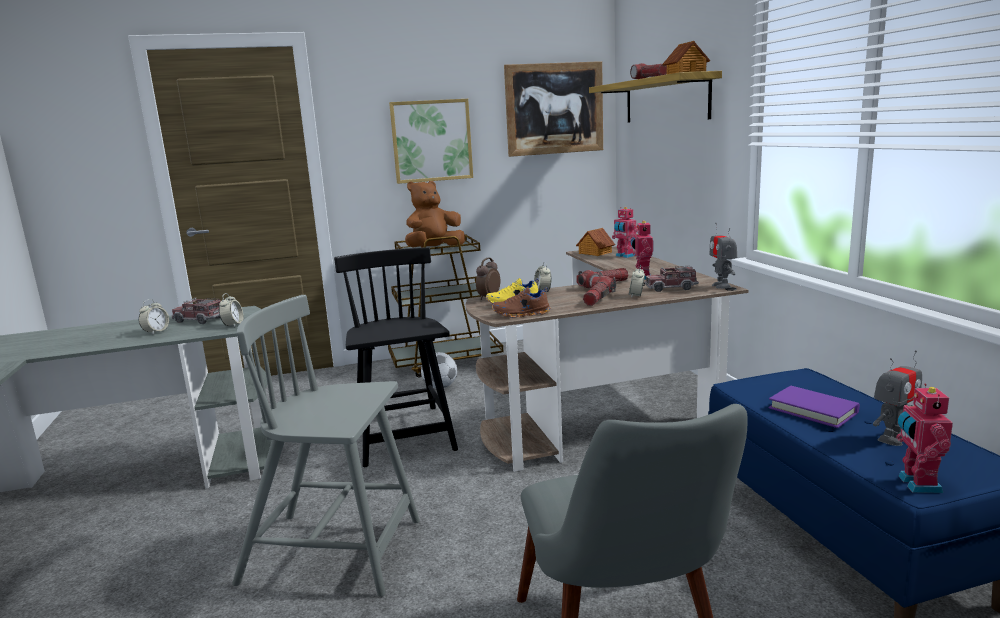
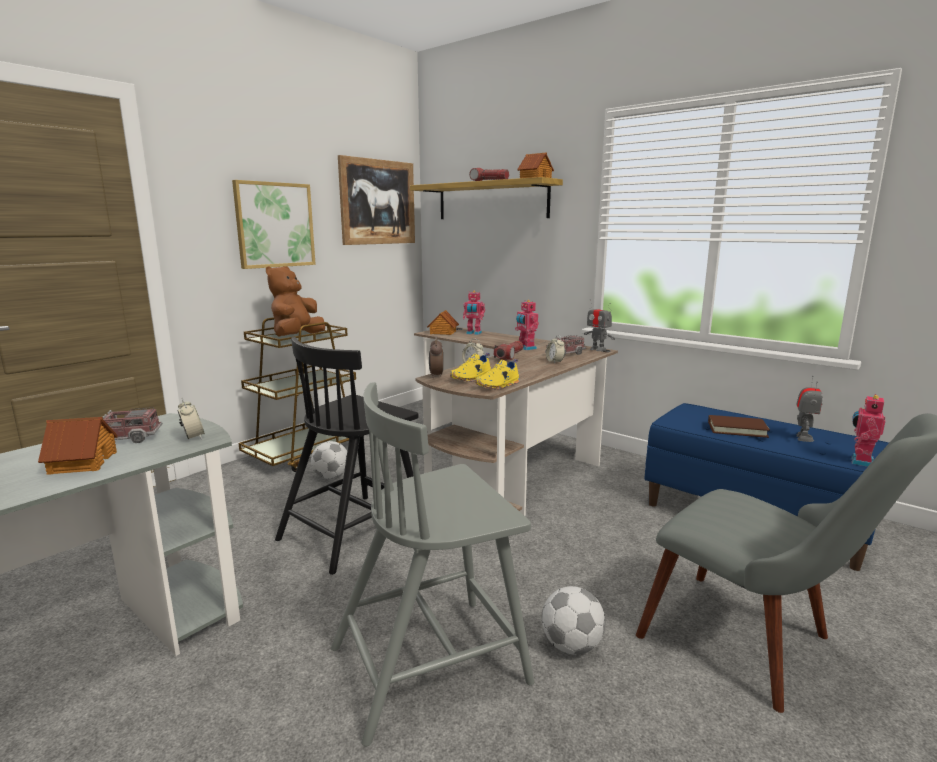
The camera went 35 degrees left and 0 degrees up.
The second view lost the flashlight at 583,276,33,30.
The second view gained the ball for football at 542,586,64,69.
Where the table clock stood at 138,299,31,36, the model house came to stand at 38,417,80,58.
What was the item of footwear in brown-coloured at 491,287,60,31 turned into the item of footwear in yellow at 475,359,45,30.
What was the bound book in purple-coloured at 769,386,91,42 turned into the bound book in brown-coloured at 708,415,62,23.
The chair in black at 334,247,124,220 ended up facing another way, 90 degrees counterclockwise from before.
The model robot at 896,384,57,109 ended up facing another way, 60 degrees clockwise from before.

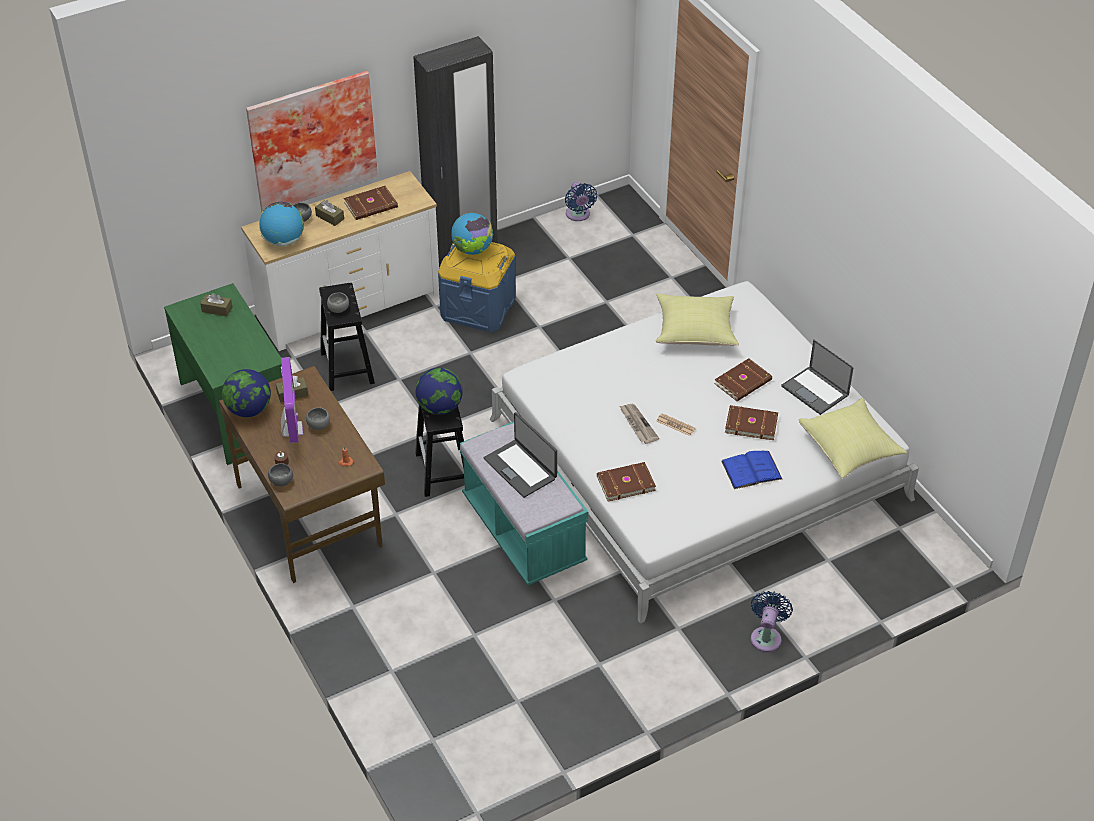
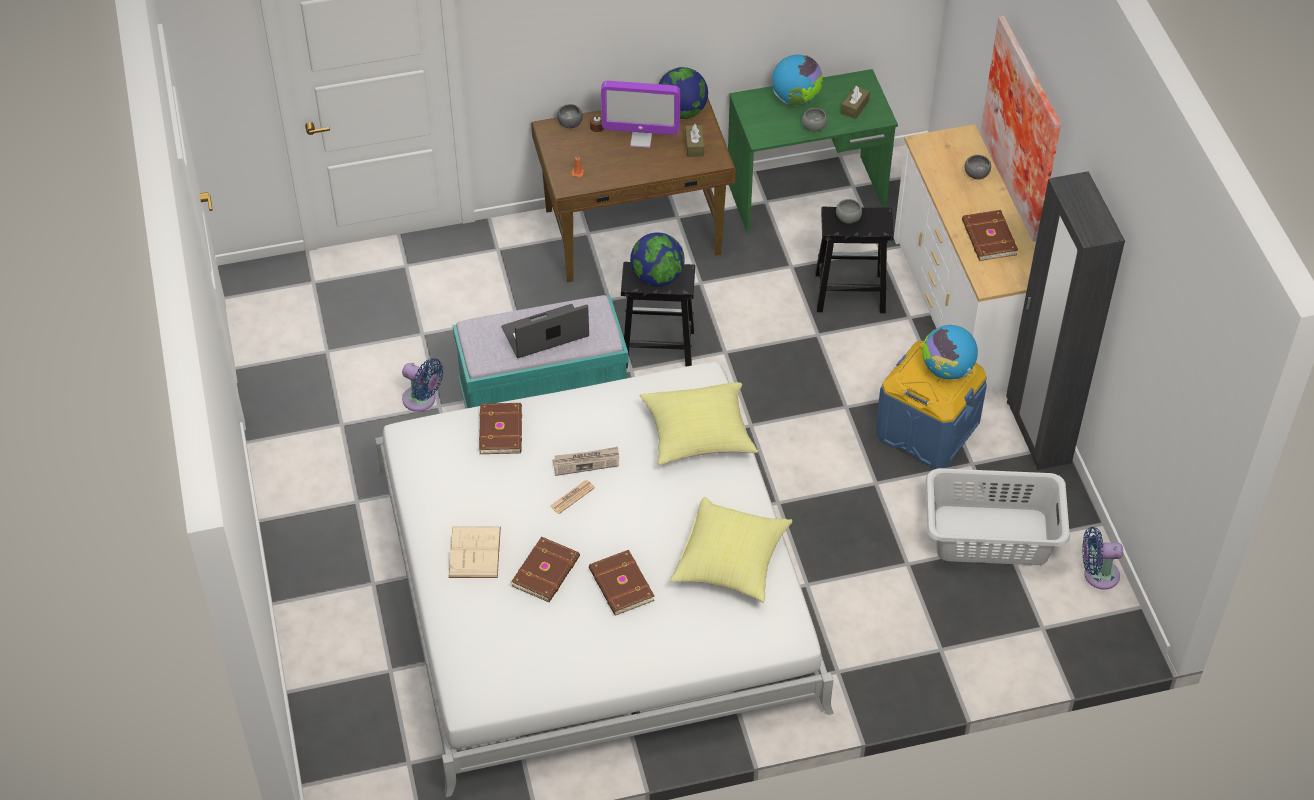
The camera went 105 degrees right and 5 degrees up.
The second view lost the box of tissues in brown-coloured at 315,200,29,26.
The second view lost the notebook computer at 781,340,73,75.
The second view gained the hamper in grey at 926,468,144,97.
The world globe ended up elsewhere, having gone from 259,202,45,44 to 772,55,51,50.
The bowl in grey ended up elsewhere, having gone from 306,407,24,23 to 802,108,25,24.
The cooling fan in blue ended up elsewhere, having gone from 751,591,42,61 to 402,358,42,54.
The throw pillow in yellow ended up elsewhere, having gone from 799,398,108,81 to 640,382,118,83.
What was the bound book in blue at 721,451,61,38 turned into the bound book in sand-coloured at 448,527,53,51.

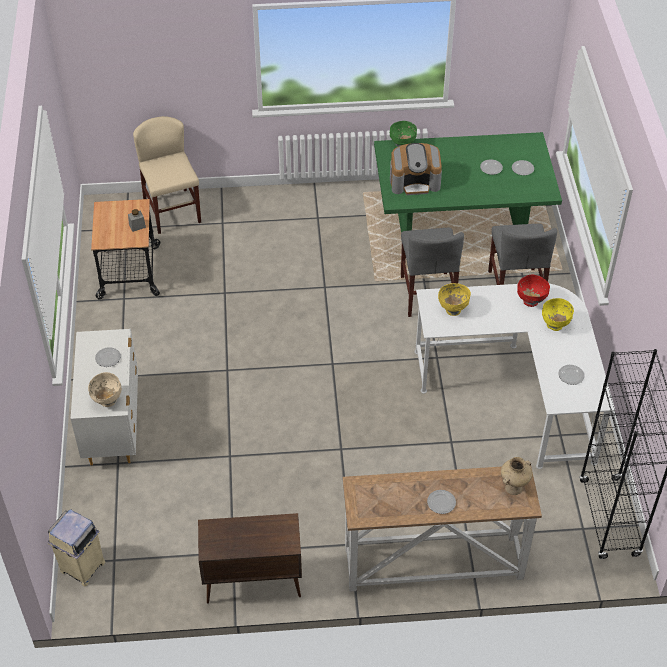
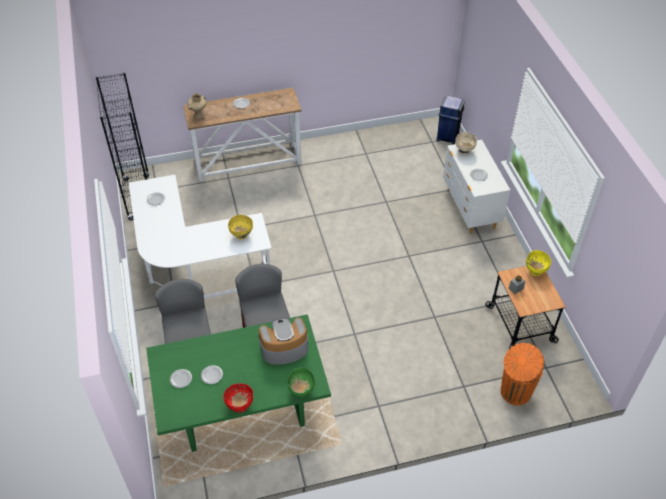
The camera went 170 degrees right and 0 degrees up.
The second view lost the cupboard in brown-coloured at 198,513,104,91.
The bowl in reddish ended up elsewhere, having gone from 517,274,33,33 to 223,383,30,30.
The bowl in yellow ended up elsewhere, having gone from 542,298,32,33 to 526,250,25,26.
Where the chair in sand-coloured stood at 133,116,68,118, the rubbish bin in orangey came to stand at 501,343,43,62.
What was the rubbish bin in sand-coloured at 48,509,57,77 turned into the rubbish bin in blue at 436,96,29,49.

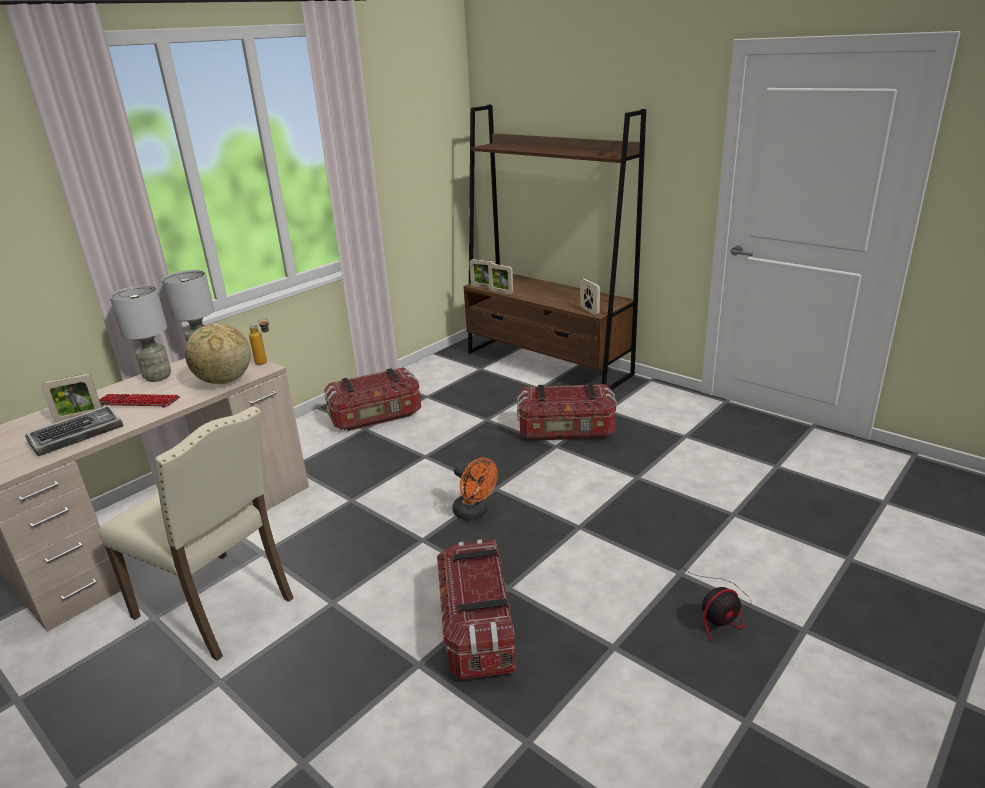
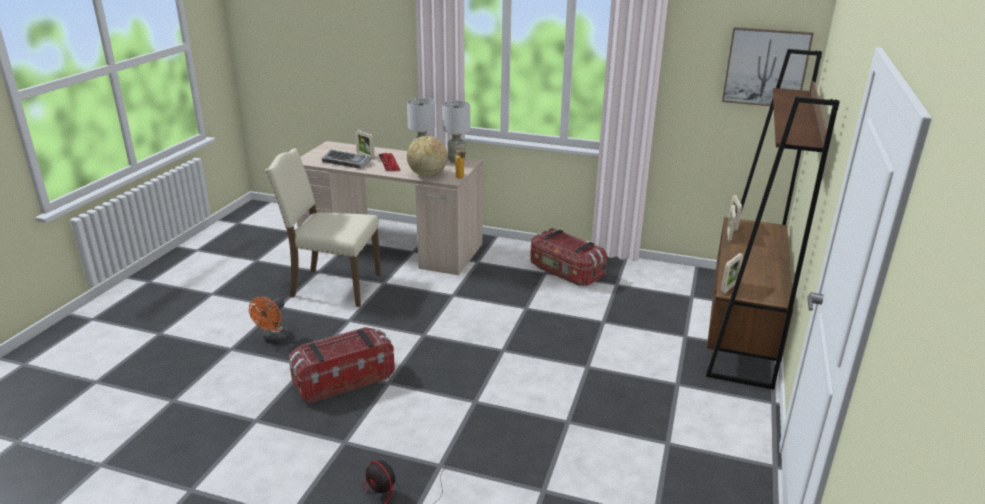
The camera went 65 degrees right and 0 degrees up.
The second view lost the storage container at 517,383,100,58.
The second view gained the picture at 722,27,92,79.
The cooling fan in orangey ended up elsewhere, having gone from 452,457,46,63 to 249,297,43,47.
The chair in sand-coloured at 98,406,195,255 ended up facing another way, 90 degrees clockwise from before.

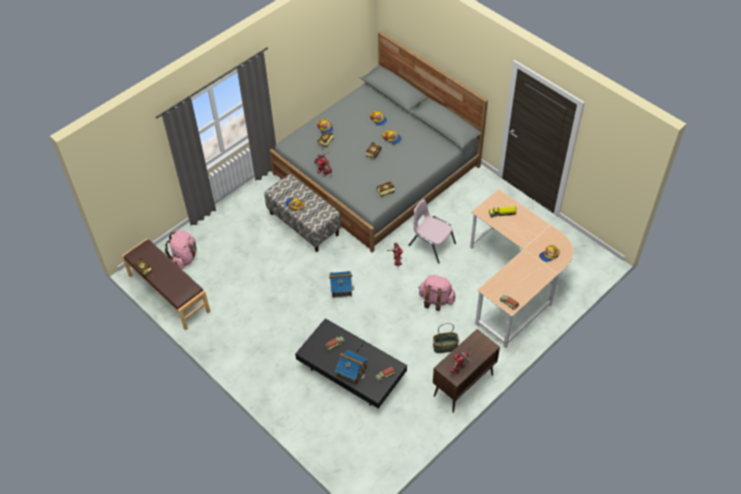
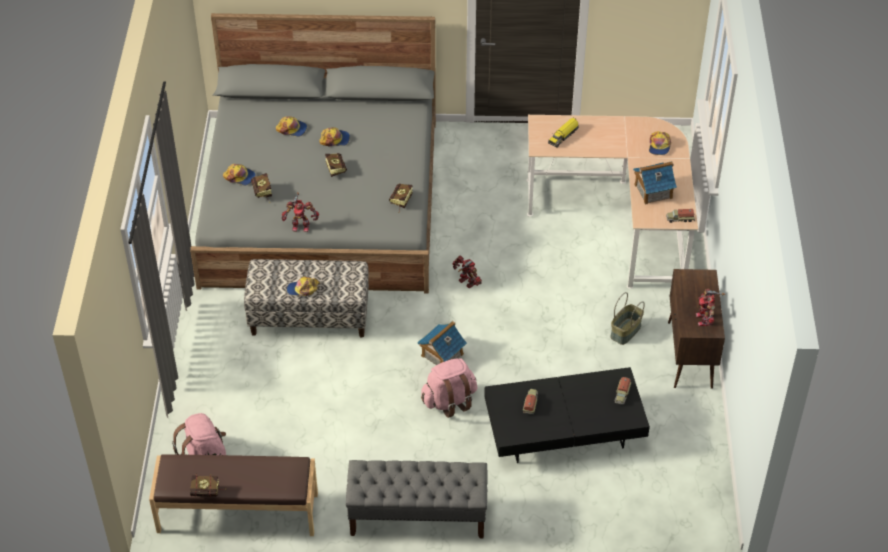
The camera went 45 degrees left and 5 degrees down.
The second view lost the chair in pink-coloured at 409,199,47,65.
The second view gained the long seat in grey at 346,460,141,79.
The model house ended up elsewhere, having gone from 335,350,33,35 to 633,161,44,44.
The rucksack in pink-coloured ended up elsewhere, having gone from 419,275,36,36 to 421,358,57,60.

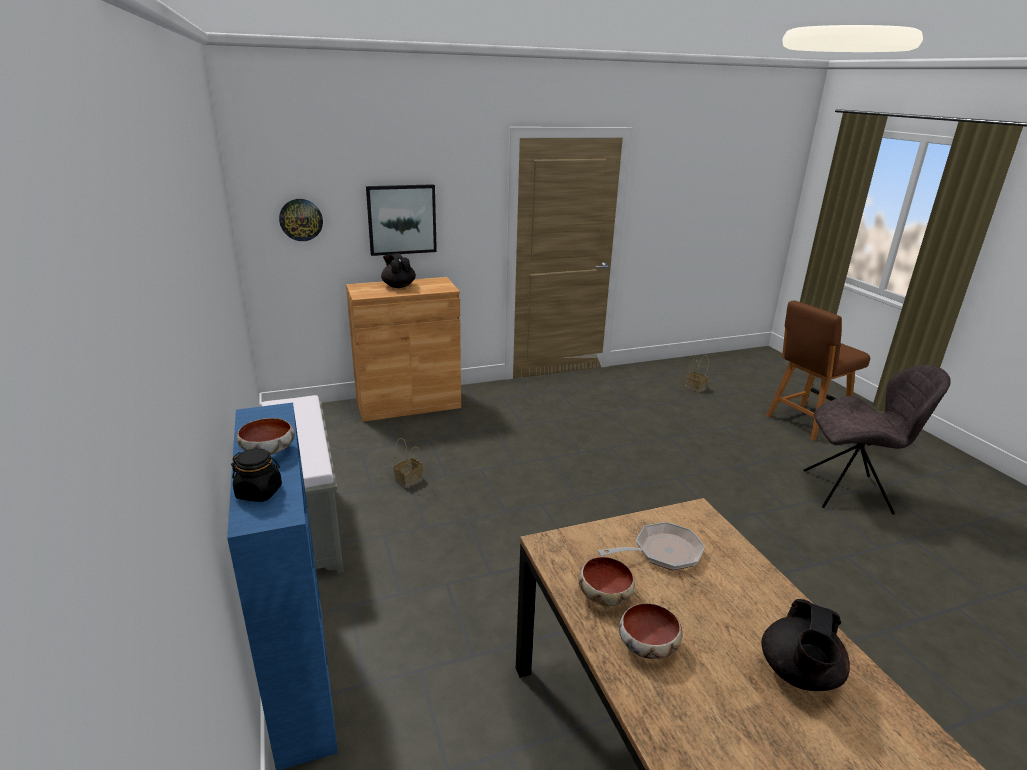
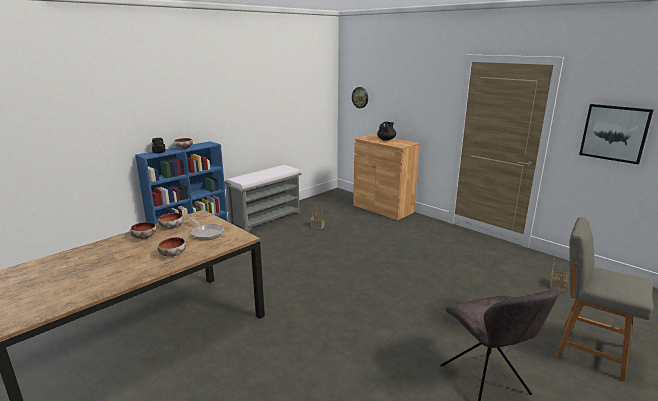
The camera went 65 degrees right and 5 degrees down.
The second view lost the teapot in black at 761,599,89,92.
The second view gained the bowl at 158,237,28,20.
The picture ended up elsewhere, having gone from 366,184,71,72 to 579,104,75,60.
What was the chair in brown-coloured at 766,300,104,141 turned into the chair in grey at 555,217,99,165.

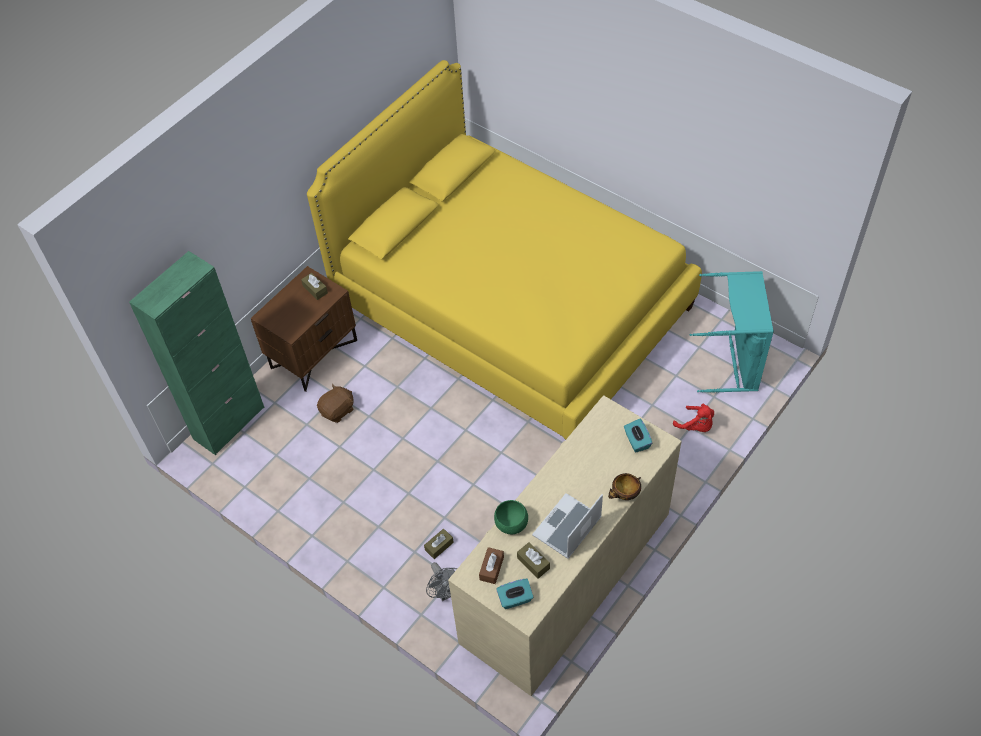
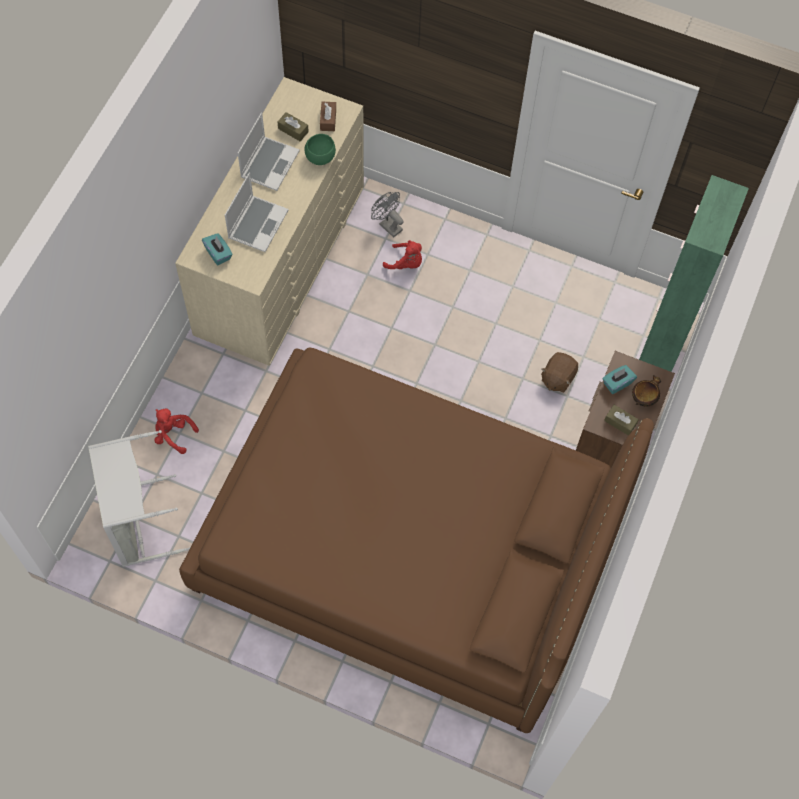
The camera went 160 degrees right and 10 degrees up.
The second view gained the notebook computer at 225,173,64,79.
The box of tissues in turquoise ended up elsewhere, having gone from 496,579,37,30 to 602,365,35,29.
The bowl ended up elsewhere, having gone from 608,473,33,27 to 632,375,29,32.
Where the box of tissues in brown-coloured stood at 424,529,30,30, the plush toy in reddish came to stand at 383,240,39,29.
What was the sleeping bed in yellow at 307,60,395,380 turned into the sleeping bed in brown-coloured at 179,347,475,386.
What was the hamper in turquoise at 689,271,85,122 turned into the hamper in grey at 88,430,103,137.

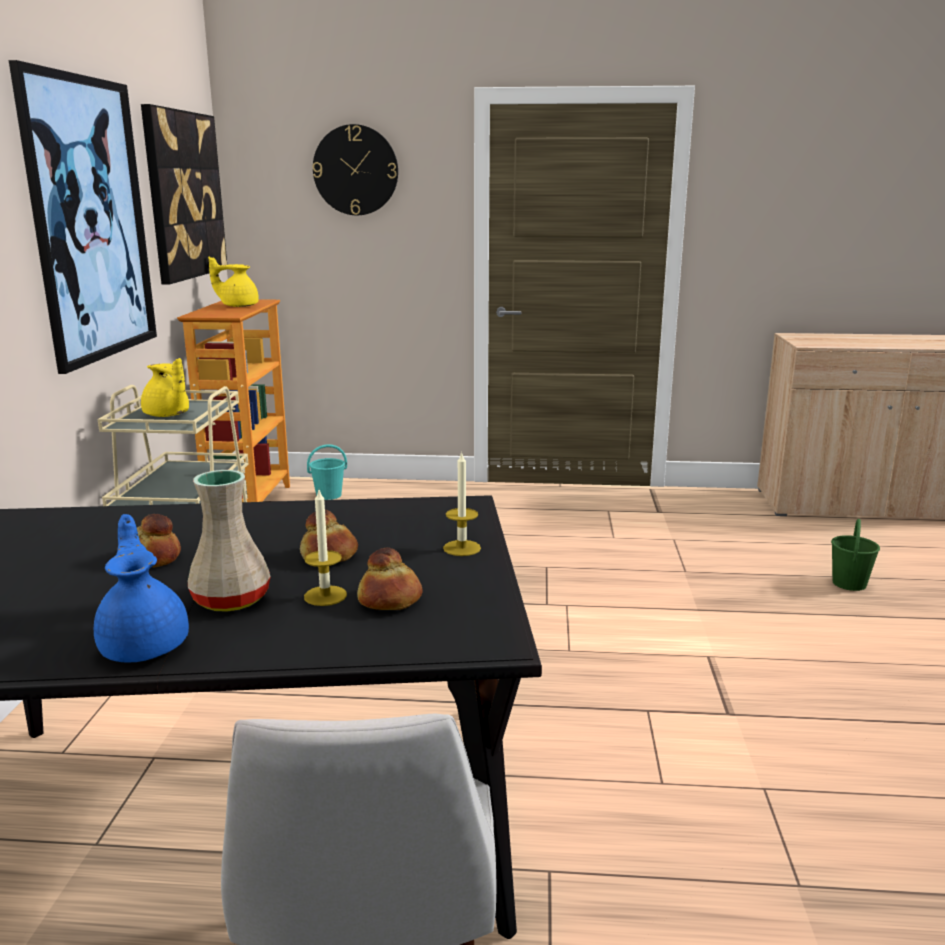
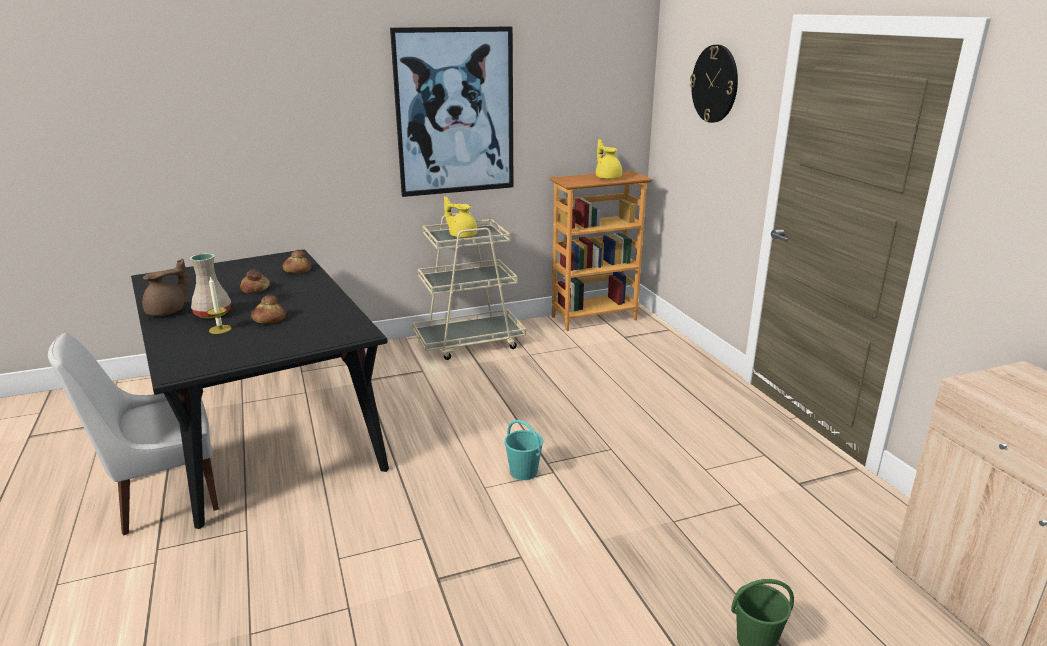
The camera went 65 degrees right and 5 degrees up.
The second view lost the picture at 141,104,86,180.
The second view lost the wax candle at 443,451,38,105.
The pail in turquoise ended up elsewhere, having gone from 307,444,40,56 to 504,420,39,60.
The bread ended up elsewhere, having gone from 357,548,65,62 to 283,250,28,23.
What was the teapot in blue at 94,514,95,149 turned into the teapot in brown-coloured at 142,258,47,58.
The teapot in yellow at 141,358,48,59 ended up facing another way, 105 degrees clockwise from before.

